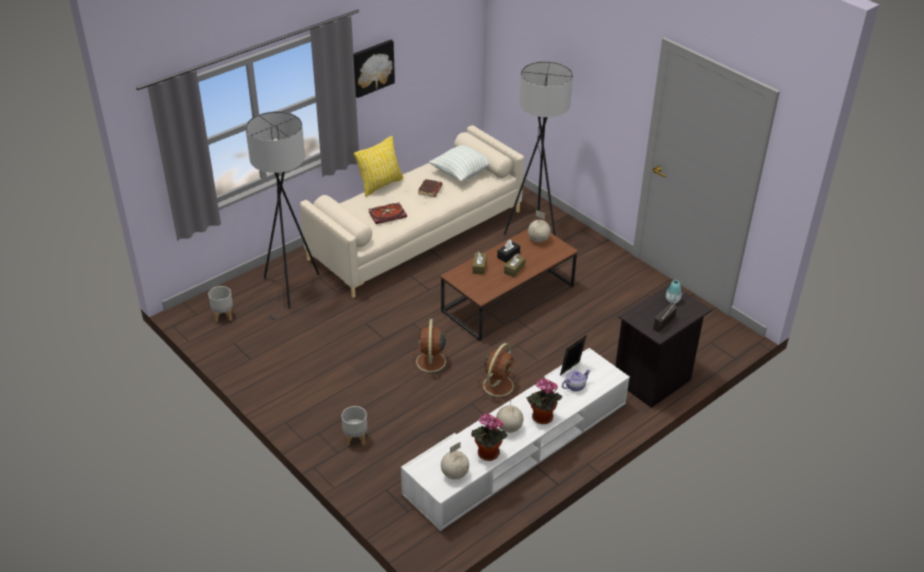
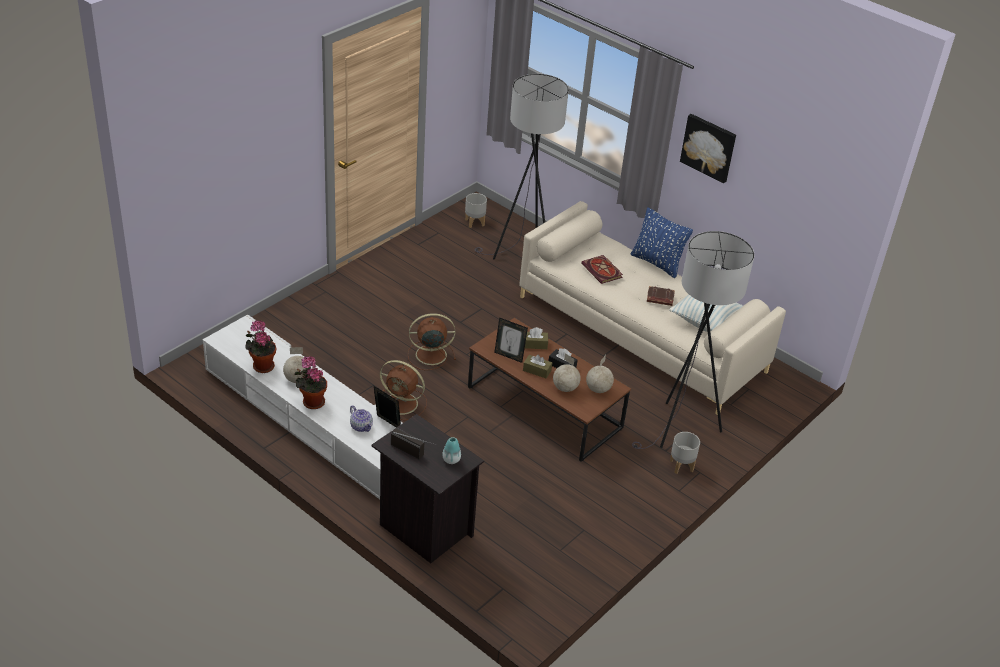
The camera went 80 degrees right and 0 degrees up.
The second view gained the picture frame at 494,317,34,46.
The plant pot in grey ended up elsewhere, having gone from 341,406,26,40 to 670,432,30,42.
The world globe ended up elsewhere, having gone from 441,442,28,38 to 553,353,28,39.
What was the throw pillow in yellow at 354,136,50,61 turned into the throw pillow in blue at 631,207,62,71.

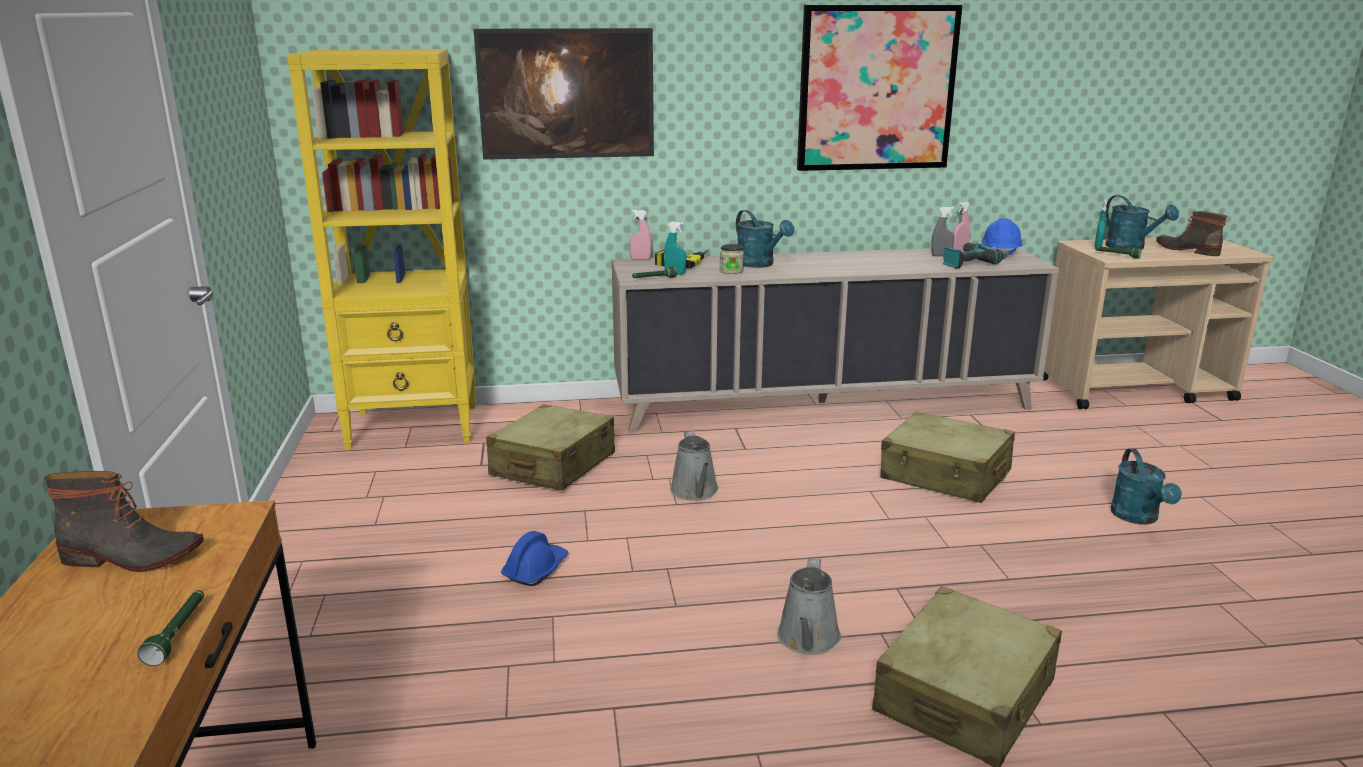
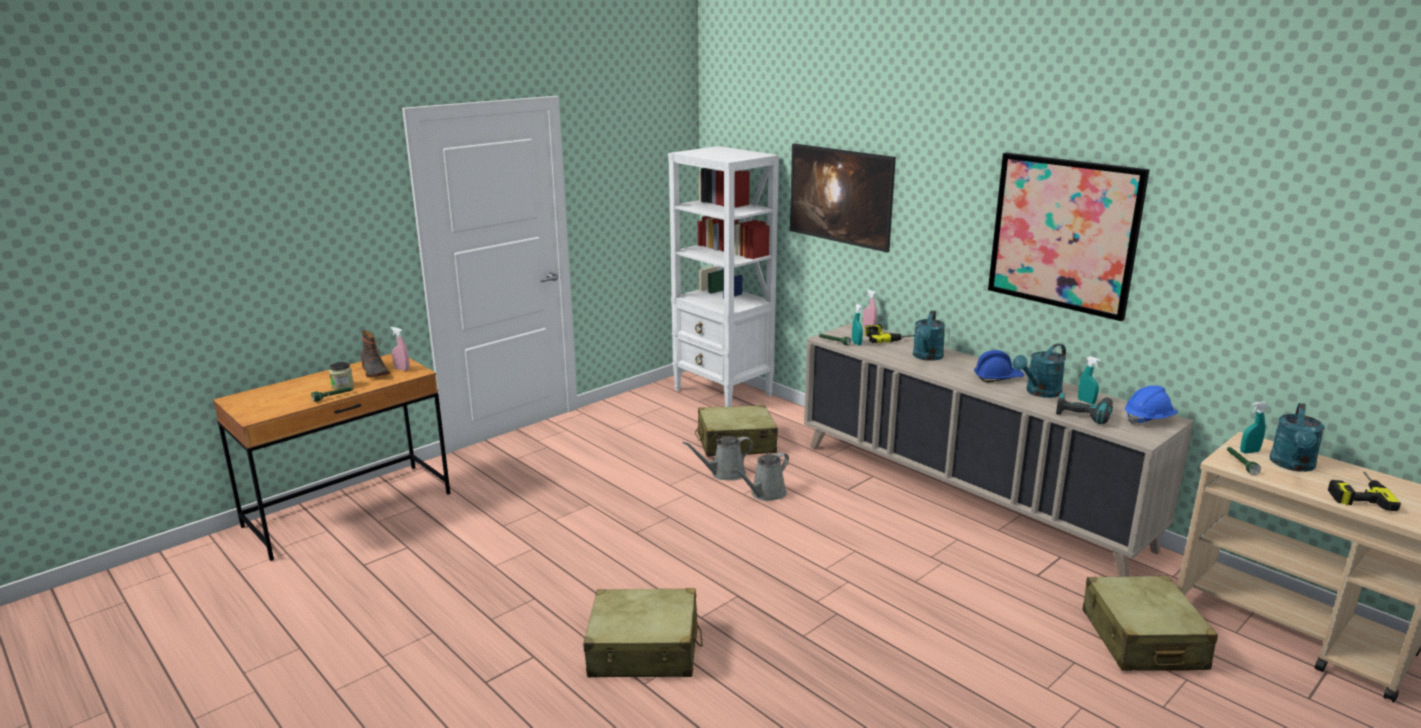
The camera went 55 degrees right and 0 degrees up.
The work helmet in blue ended up elsewhere, having gone from 501,531,68,55 to 974,350,50,33.
The jar ended up elsewhere, having gone from 720,244,24,30 to 329,362,25,27.
The watering can in grey ended up elsewhere, having gone from 777,558,64,97 to 683,436,70,44.
The piece of luggage in sand-coloured ended up elsewhere, having gone from 880,412,135,91 to 1083,576,135,95.
The sprayer in pink-coloured ended up elsewhere, having gone from 953,202,17,48 to 391,327,19,44.
The watering can in turquoise ended up elsewhere, having gone from 1111,449,71,76 to 1013,343,53,55.
Where the tall boot stood at 1156,211,71,45, the power drill came to stand at 1328,472,73,39.
What was the bookshelf in yellow at 287,49,189,401 turned into the bookshelf in white-coloured at 668,146,111,261.
What was the sprayer in grey at 931,207,23,49 turned into the sprayer in turquoise at 1078,356,23,48.

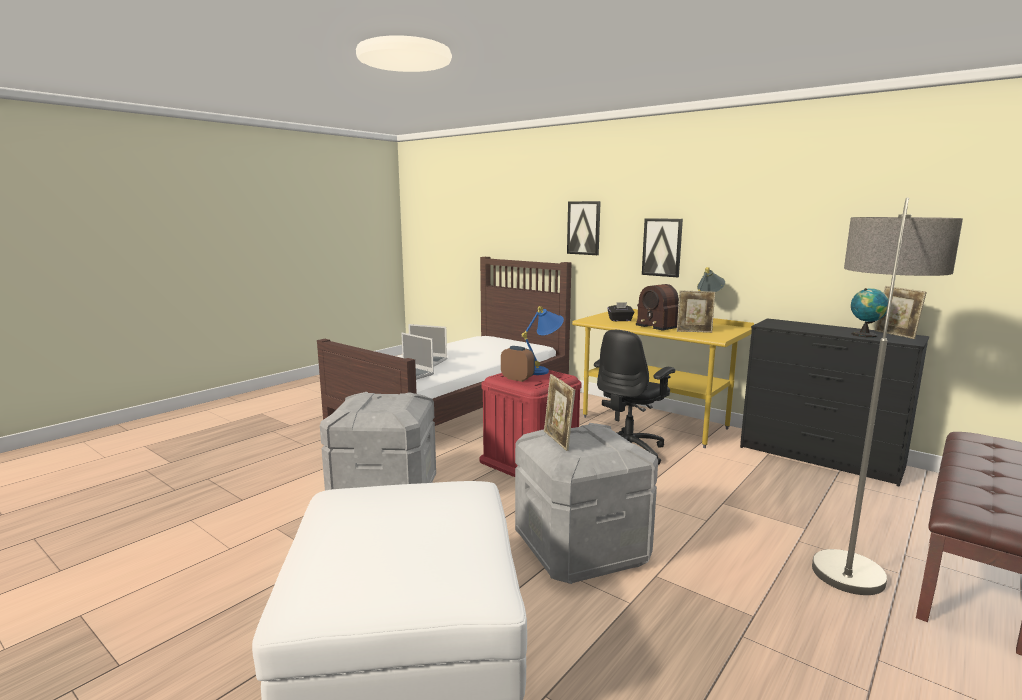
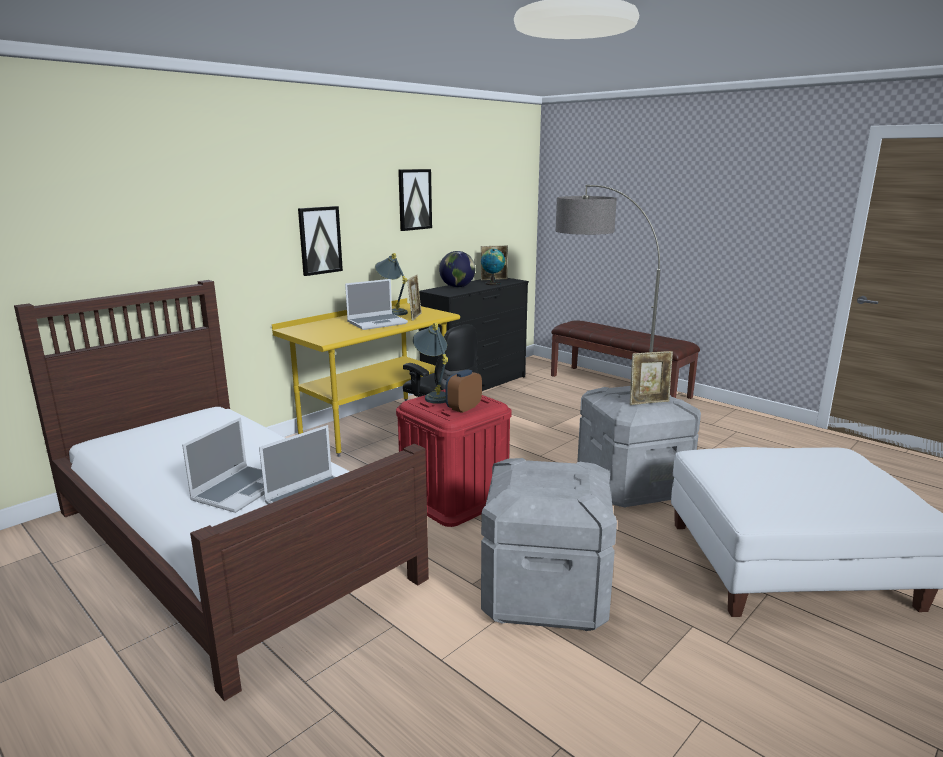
The camera went 85 degrees left and 5 degrees up.
The second view lost the box of tissues in black at 607,302,27,19.
The second view gained the world globe at 439,251,36,37.
The picture ended up elsewhere, having gone from 567,201,34,54 to 398,169,34,62.
Where the radio stood at 636,284,43,47, the notebook computer came to stand at 345,279,63,51.
What was the lamp for a table in blue at 522,306,42,69 turned into the lamp for a table in grey at 413,323,35,81.

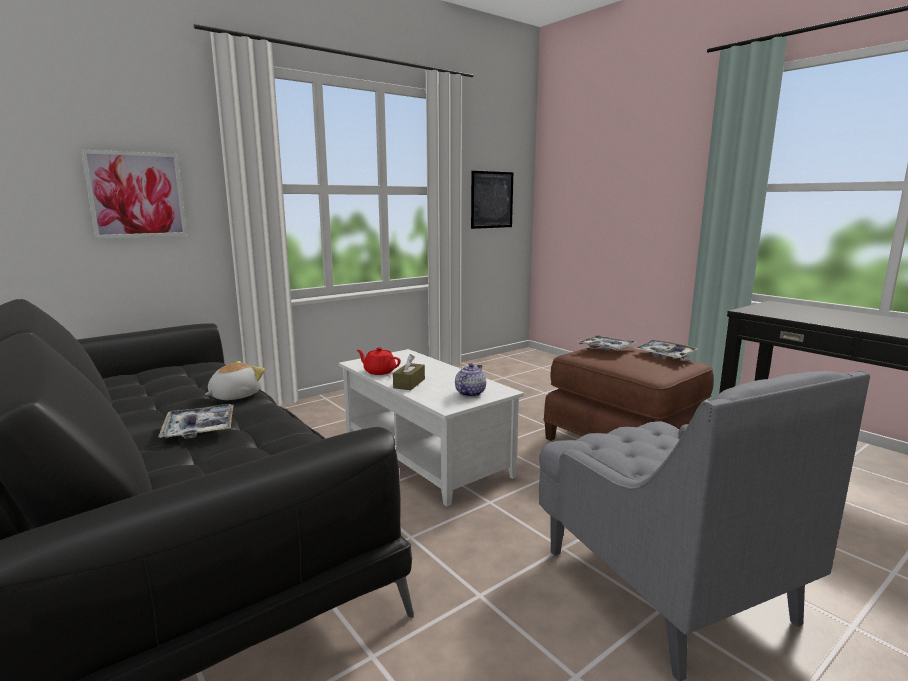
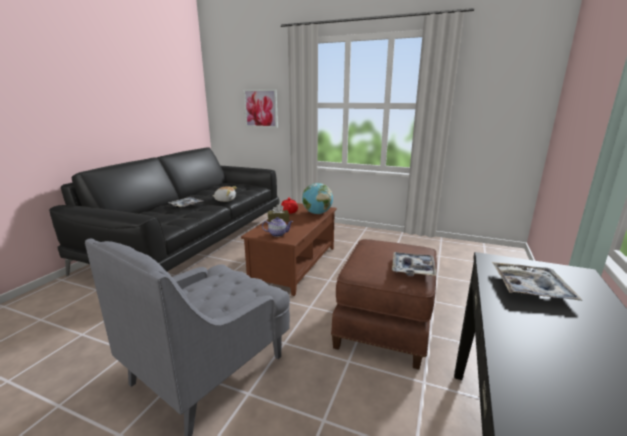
The camera went 60 degrees right and 5 degrees up.
The second view lost the picture at 471,171,42,58.
The second view gained the world globe at 302,183,31,31.
The tray ended up elsewhere, having gone from 577,336,60,15 to 492,262,90,39.
What was the low table in white-coloured at 339,349,185,158 turned into the low table in brown-coloured at 241,203,96,93.

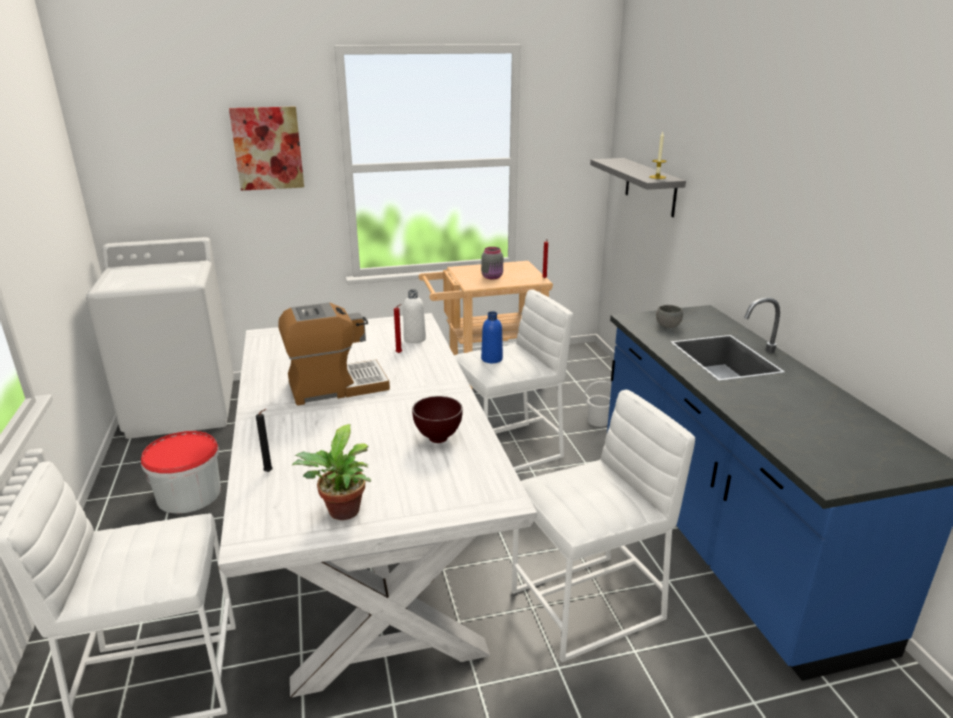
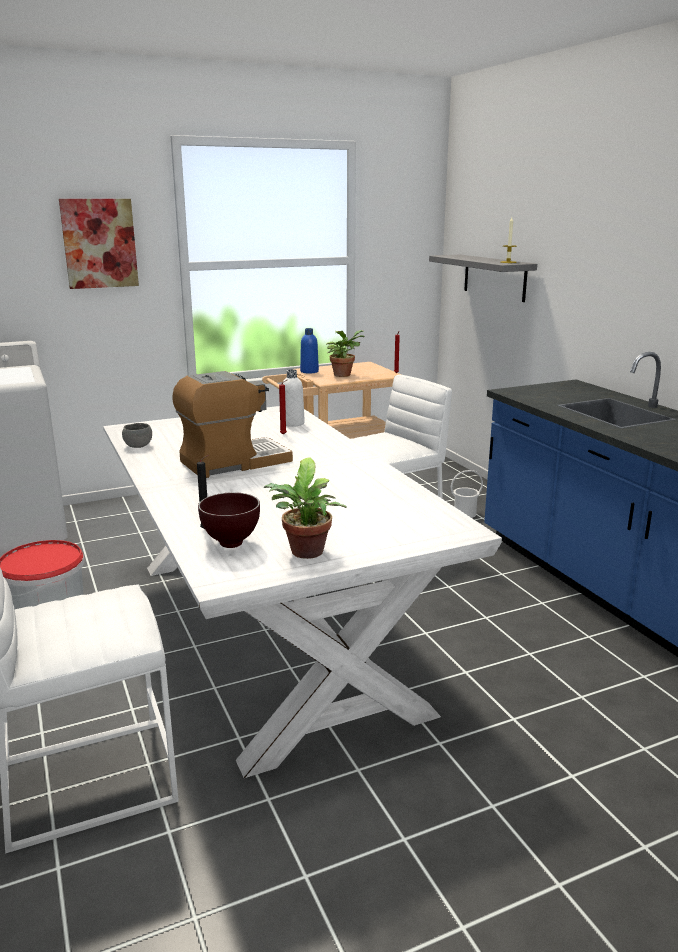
The camera went 10 degrees left and 5 degrees down.
The second view lost the sitting stool in white-coloured at 512,390,183,272.
The bowl in brown-coloured ended up elsewhere, having gone from 412,396,51,47 to 198,492,62,56.
The beverage bottle in blue ended up elsewhere, having gone from 481,311,22,52 to 300,328,19,46.
The bowl in grey ended up elsewhere, having gone from 656,305,27,23 to 122,423,30,25.
Where the jar in grey stood at 481,247,22,32, the potted plant came to stand at 327,330,38,47.

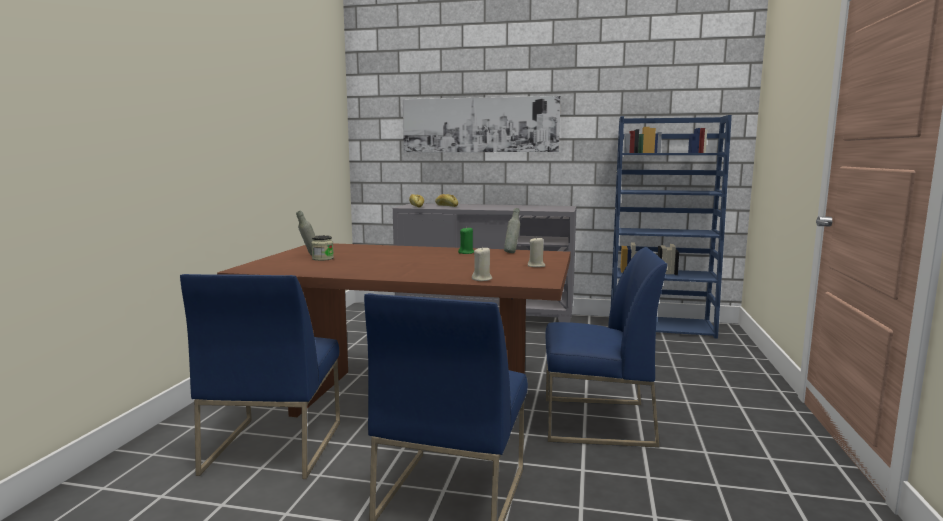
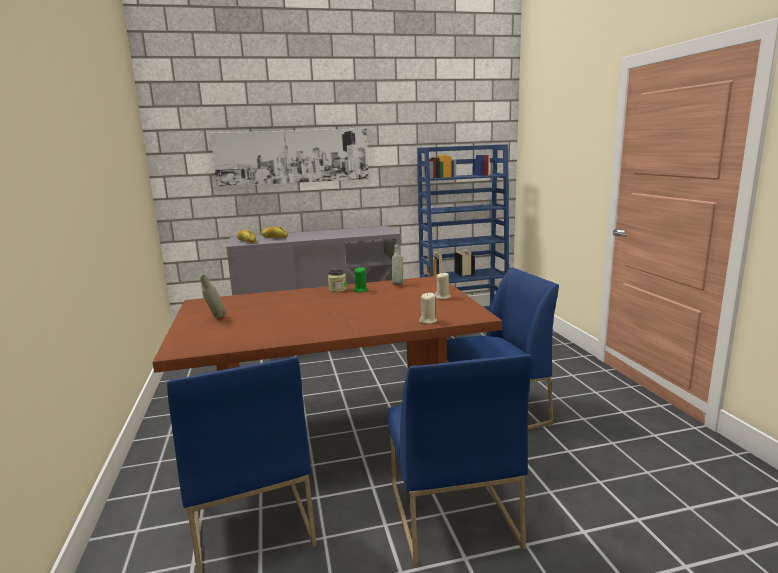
The camera went 25 degrees left and 5 degrees up.
The jar ended up elsewhere, having gone from 311,235,23,26 to 328,269,19,23.

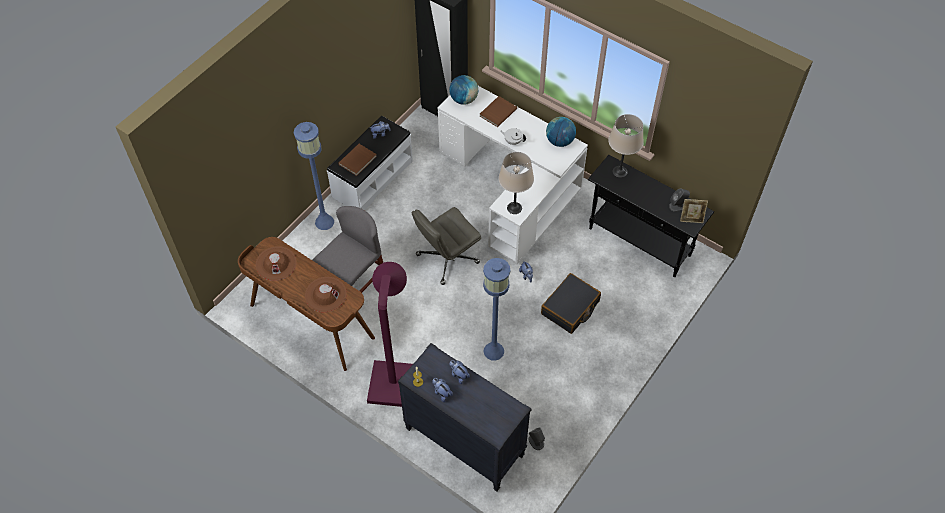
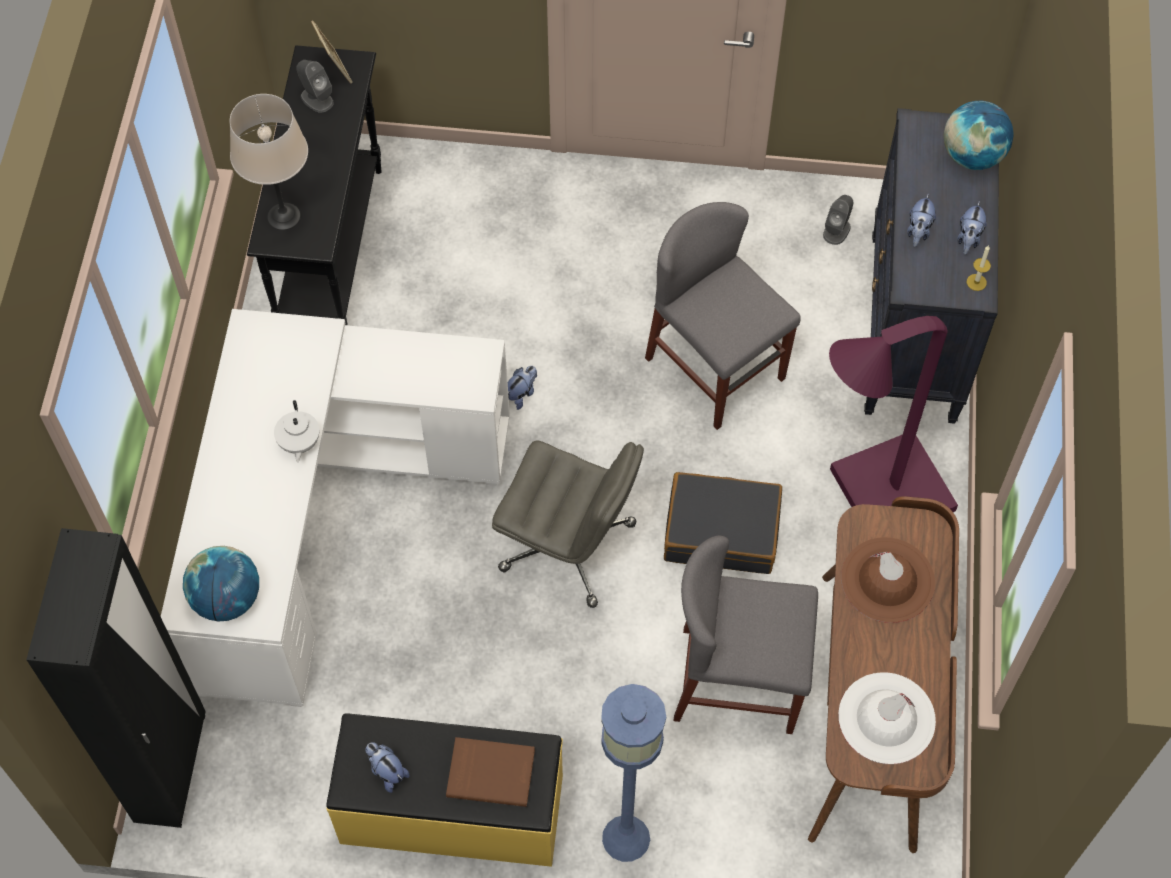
The camera went 120 degrees left and 5 degrees up.
The second view lost the bound book in brown-coloured at 480,96,37,31.
The second view lost the lamp for a table in sand-coloured at 499,152,35,62.
The piece of luggage in black ended up elsewhere, having gone from 541,273,60,61 to 664,472,118,102.
The world globe ended up elsewhere, having gone from 546,117,30,30 to 944,101,70,69.
Where the floor lamp in blue stood at 483,258,27,103, the chair in grey came to stand at 645,202,156,228.
What was the hat in brown-coloured at 256,246,41,35 turned into the hat in white-coloured at 838,672,98,92.
What was the long seat in white-coloured at 327,116,86,94 turned into the long seat in yellow at 326,713,237,154.

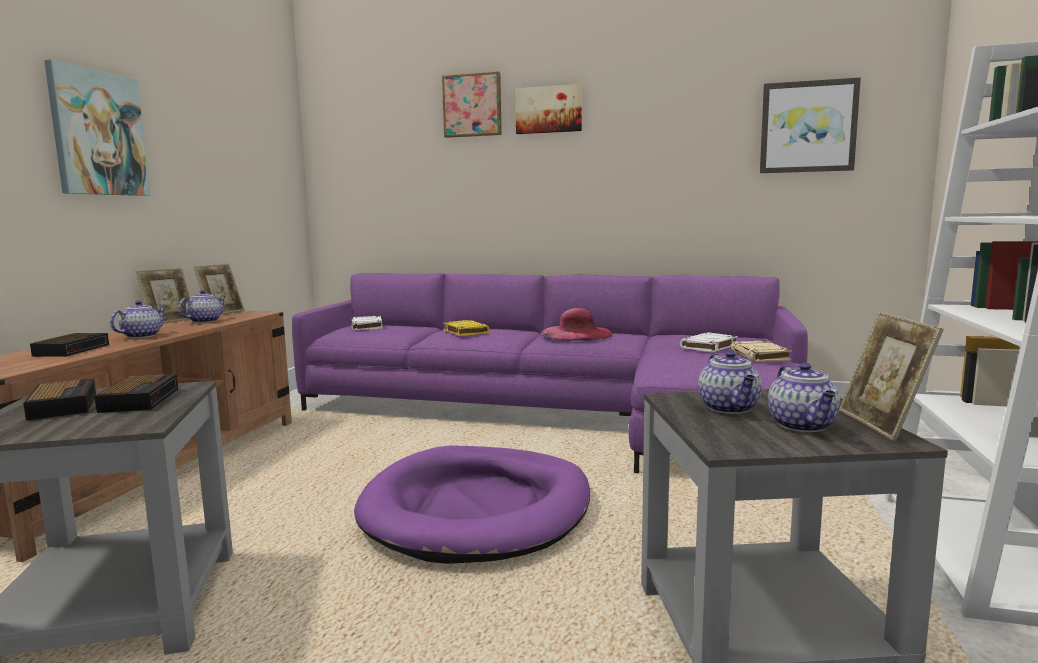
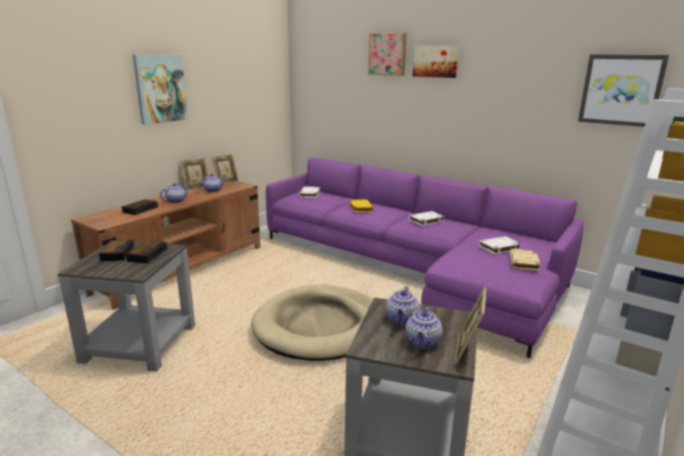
The camera went 20 degrees right and 10 degrees up.
Where the hat in pink-coloured stood at 541,308,72,33, the bound book in white-coloured came to stand at 408,211,36,15.
What was the dog cushion in purple-coloured at 354,445,236,119 turned into the dog cushion in sand-coloured at 251,284,122,77.

